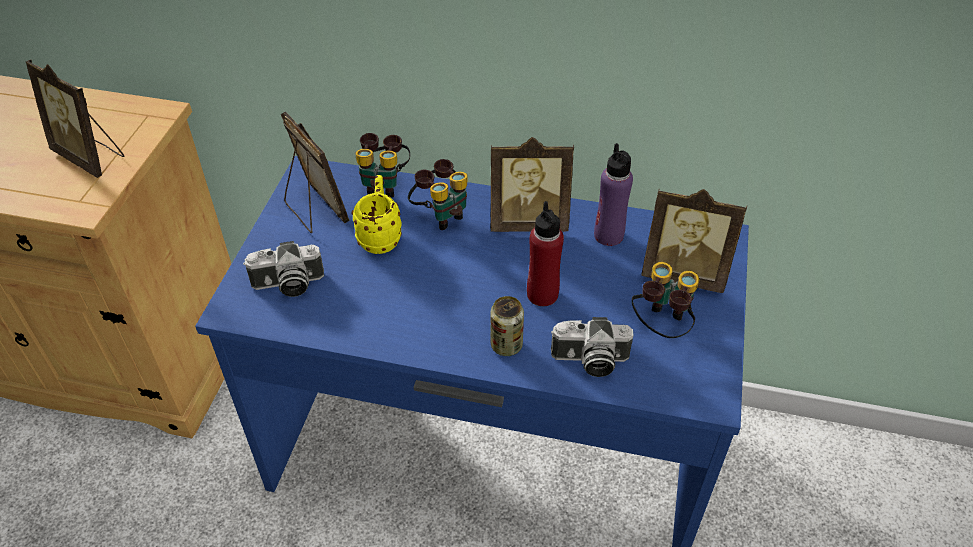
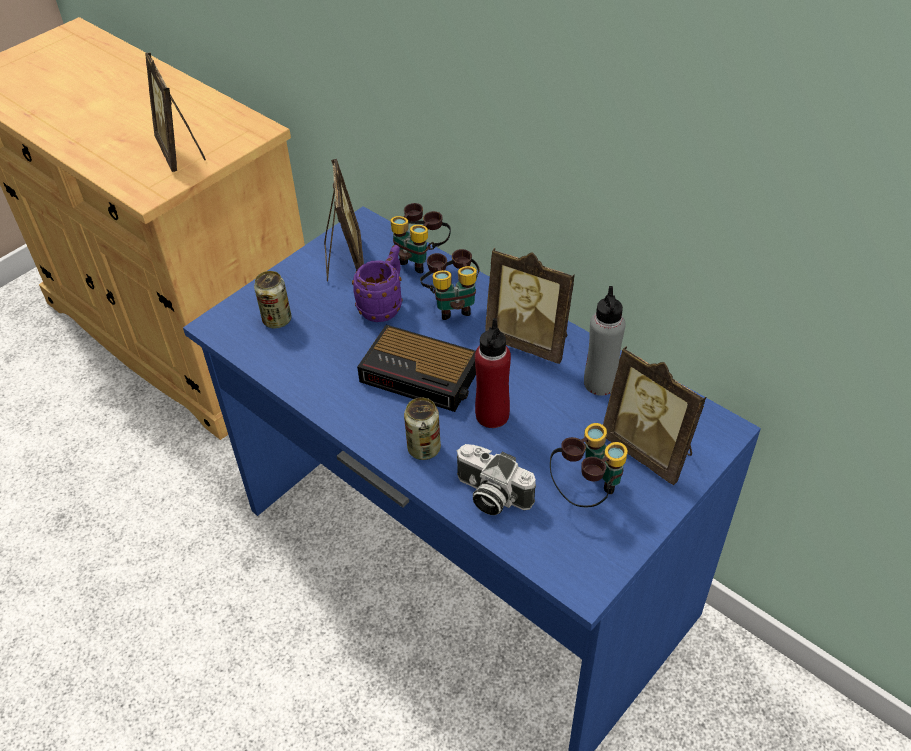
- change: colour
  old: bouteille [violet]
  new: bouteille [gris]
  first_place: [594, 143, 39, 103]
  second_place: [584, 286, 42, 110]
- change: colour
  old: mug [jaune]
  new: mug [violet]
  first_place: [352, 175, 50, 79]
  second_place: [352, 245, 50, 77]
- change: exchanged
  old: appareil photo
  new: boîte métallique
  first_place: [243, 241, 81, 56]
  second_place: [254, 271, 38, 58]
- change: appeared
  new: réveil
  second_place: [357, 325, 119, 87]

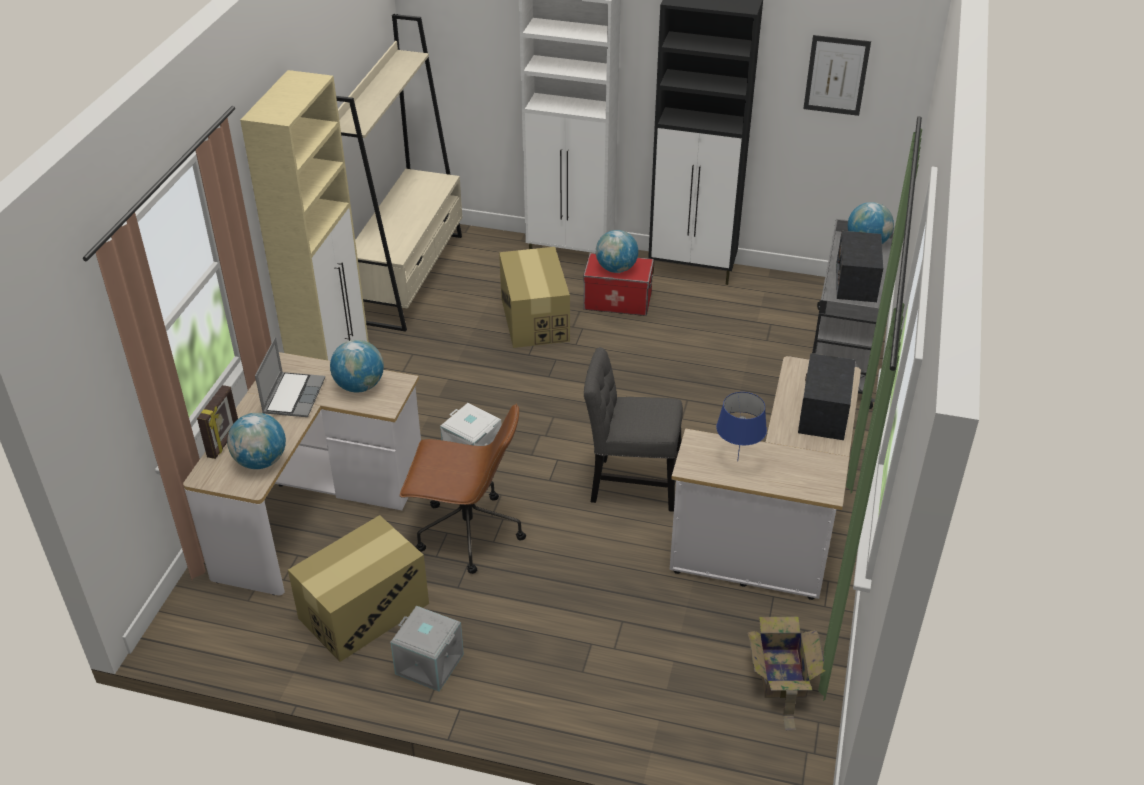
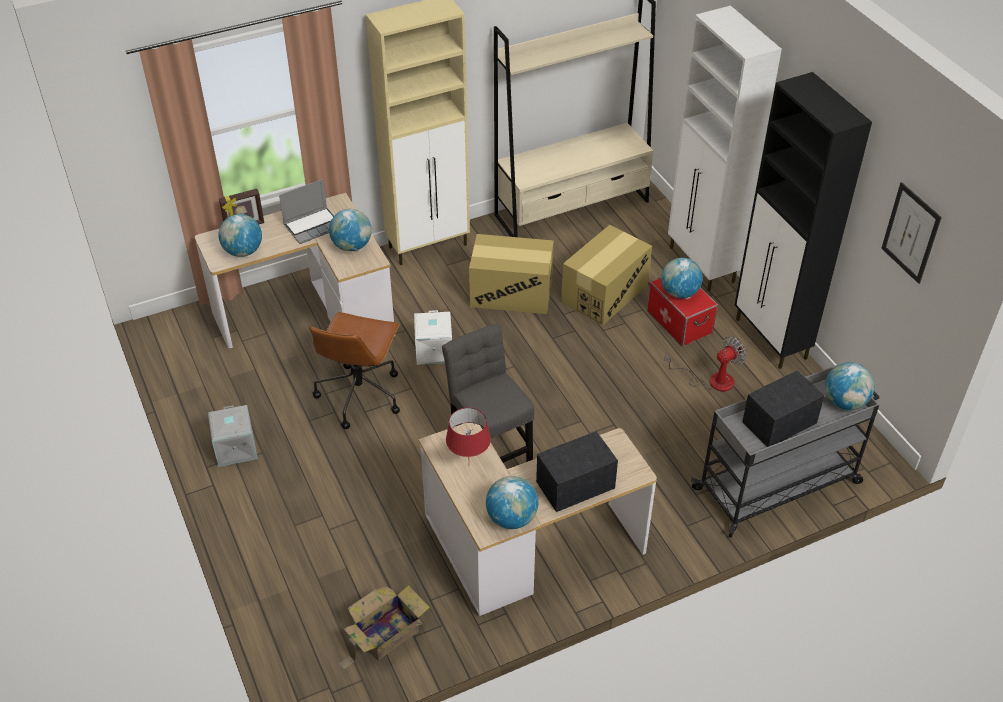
- change: colour
  old: lampe de table [bleu]
  new: lampe de table [rouge]
  first_place: [716, 392, 51, 70]
  second_place: [446, 407, 45, 50]
- change: spun
  old: chaise de bureau [marron]
  first_place: [399, 403, 127, 171]
  second_place: [309, 312, 91, 117]
  degrees: 45
- change: relocated
  old: carton
  first_place: [288, 515, 141, 147]
  second_place: [469, 234, 85, 80]
- change: appeared
  new: ventilateur
  second_place: [664, 336, 83, 56]
- change: appeared
  new: globe
  second_place: [486, 476, 52, 53]

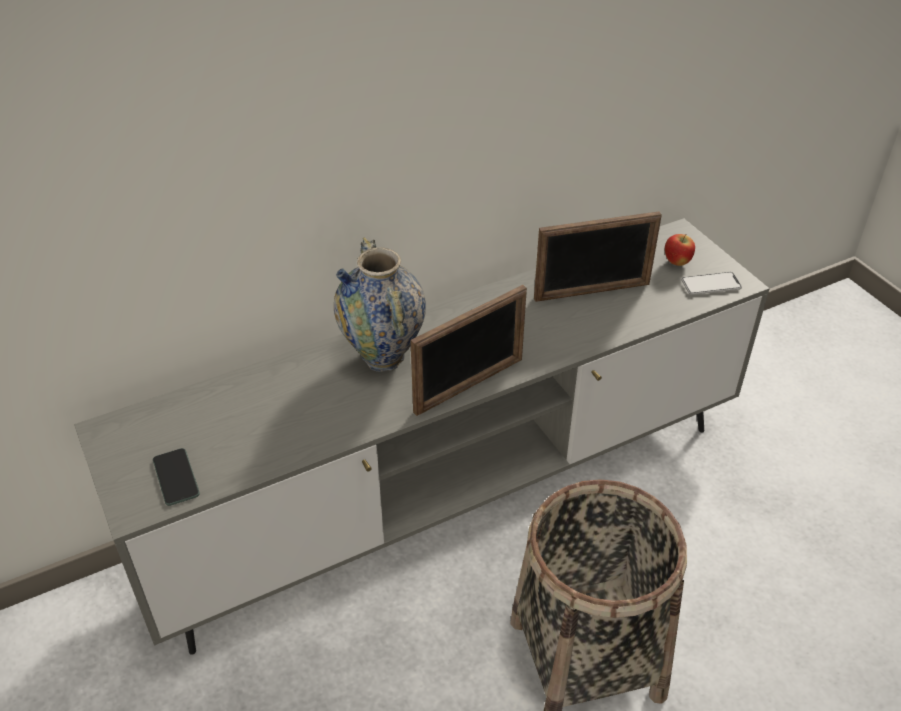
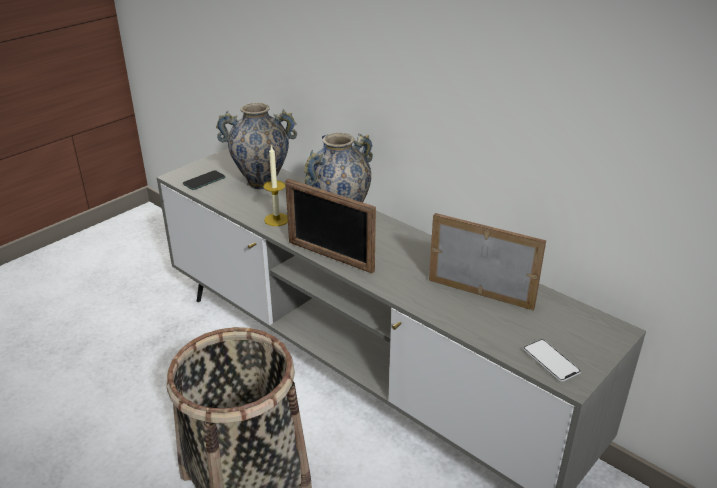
- change: spun
  old: cadre photo
  first_place: [534, 211, 128, 91]
  second_place: [429, 213, 117, 98]
  degrees: 150
- change: missing
  old: pomme
  first_place: [665, 234, 30, 32]
- change: appeared
  new: vase
  second_place: [216, 103, 81, 87]
- change: appeared
  new: bougie
  second_place: [263, 145, 25, 81]

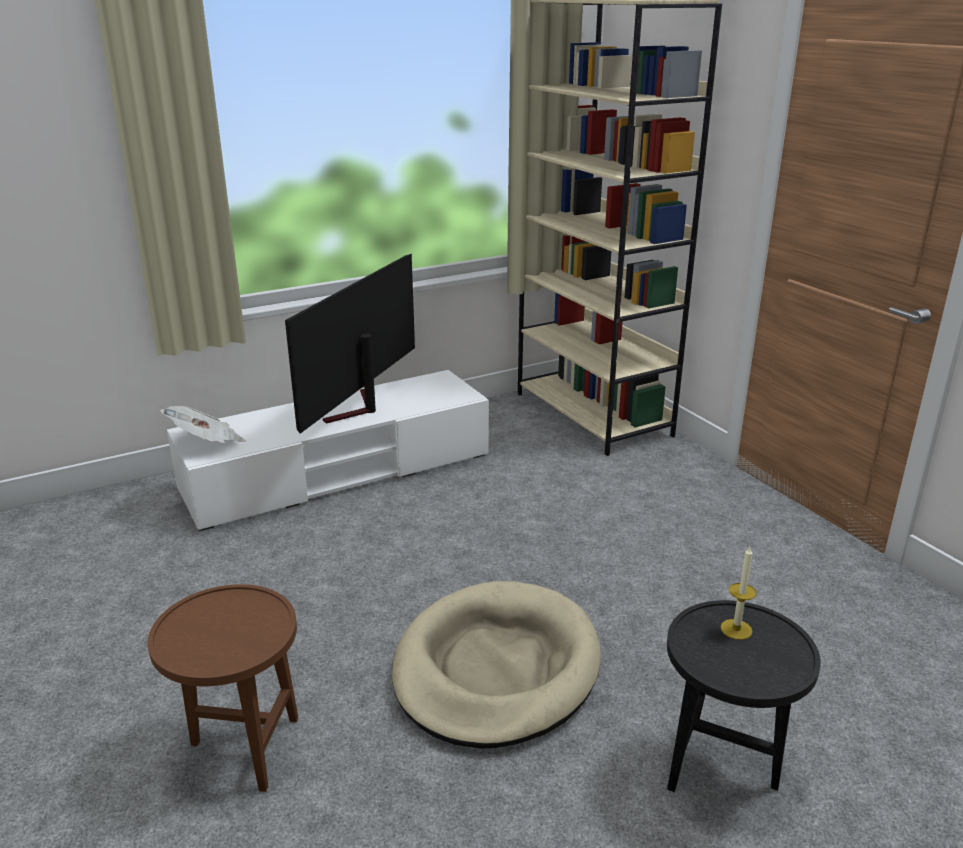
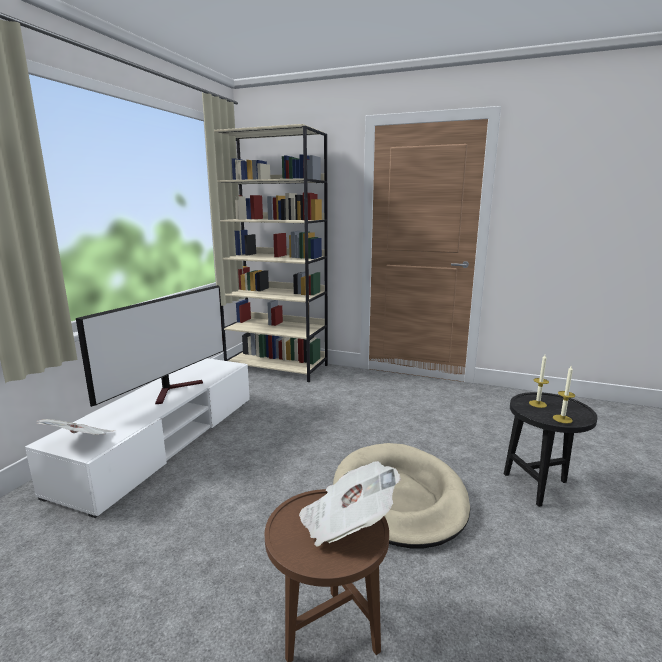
- change: spun
  old: téléviseur
  first_place: [285, 254, 130, 180]
  second_place: [76, 285, 148, 122]
  degrees: -135
- change: appeared
  new: bougie
  second_place: [553, 366, 22, 57]
- change: appeared
  new: journal
  second_place: [299, 461, 102, 86]

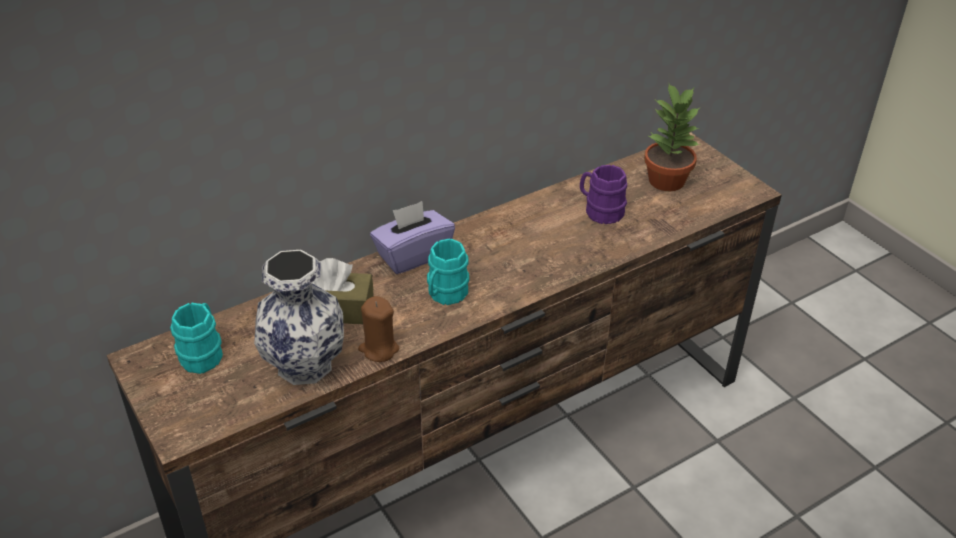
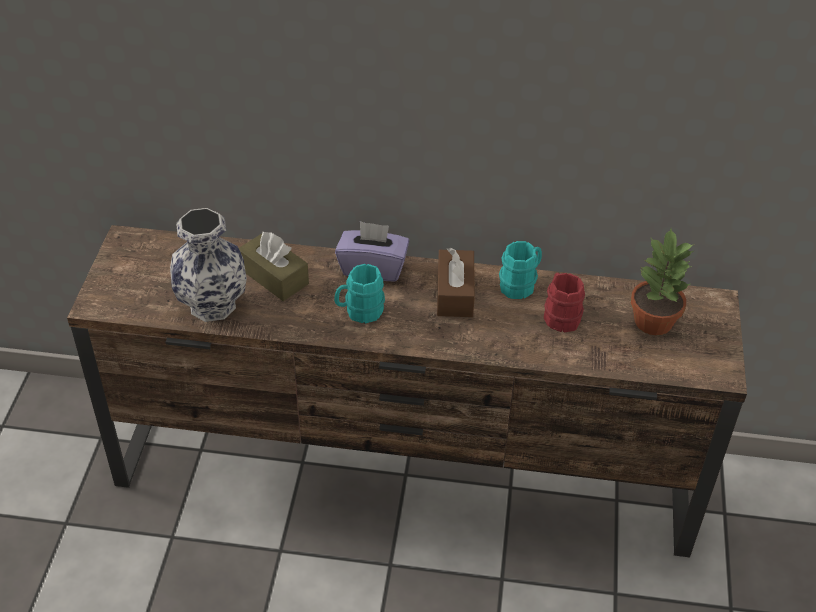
- change: colour
  old: mug [violet]
  new: mug [rouge]
  first_place: [580, 165, 47, 59]
  second_place: [544, 273, 41, 60]
- change: missing
  old: bougie [marron]
  first_place: [358, 296, 42, 66]
- change: relocated
  old: mug [turquoise]
  first_place: [170, 303, 53, 71]
  second_place: [499, 241, 43, 58]
- change: appeared
  new: boîte à mouchoirs [marron]
  second_place: [437, 248, 38, 69]

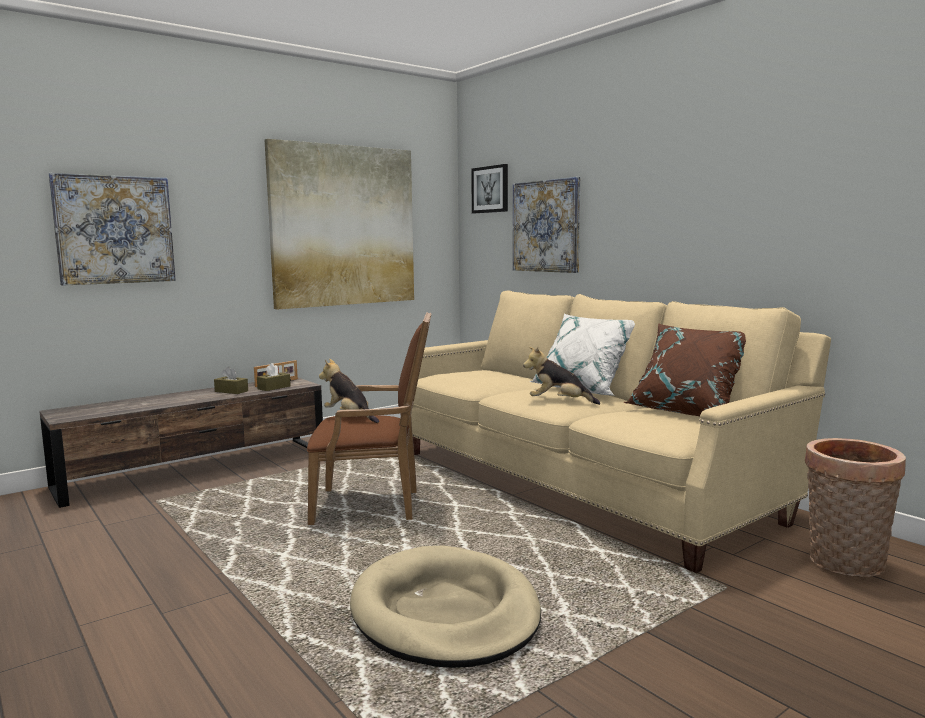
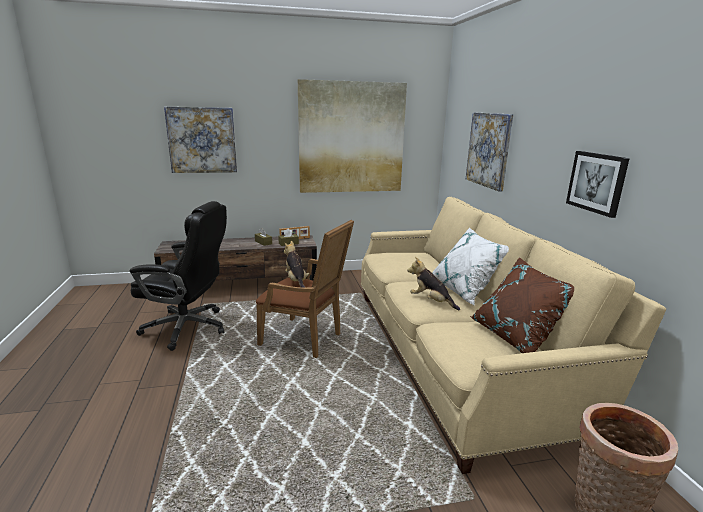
- change: relocated
  old: tableau
  first_place: [471, 164, 37, 49]
  second_place: [566, 151, 64, 67]
- change: missing
  old: panier pour chien [beige]
  first_place: [350, 545, 191, 123]
- change: appeared
  new: chaise de bureau [noir]
  second_place: [130, 201, 97, 150]

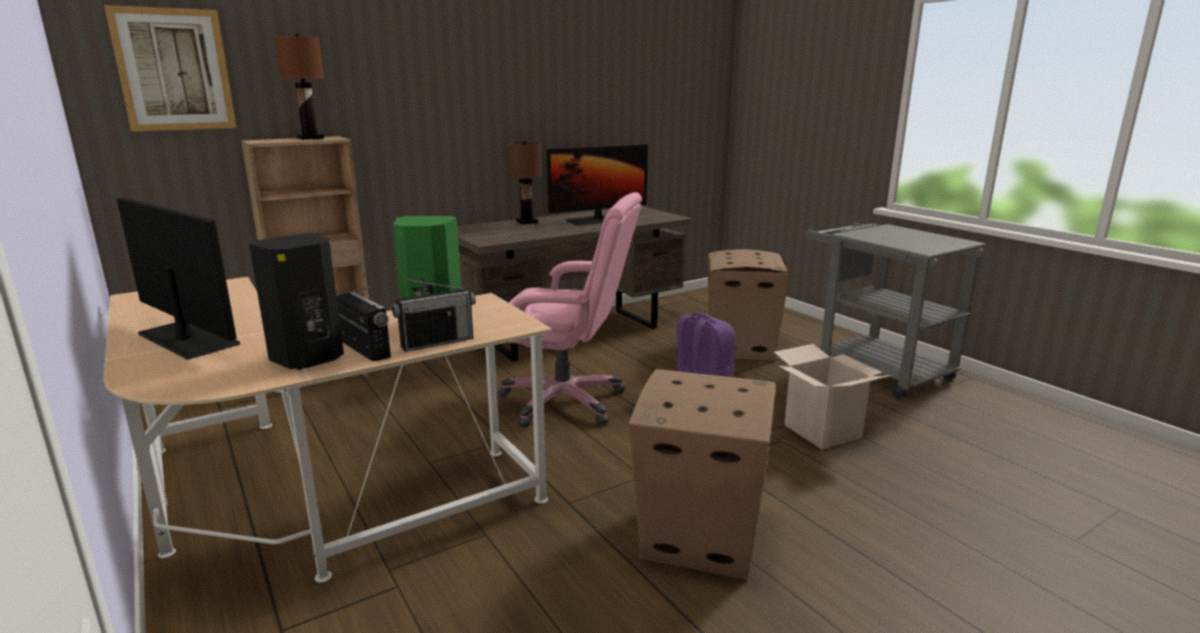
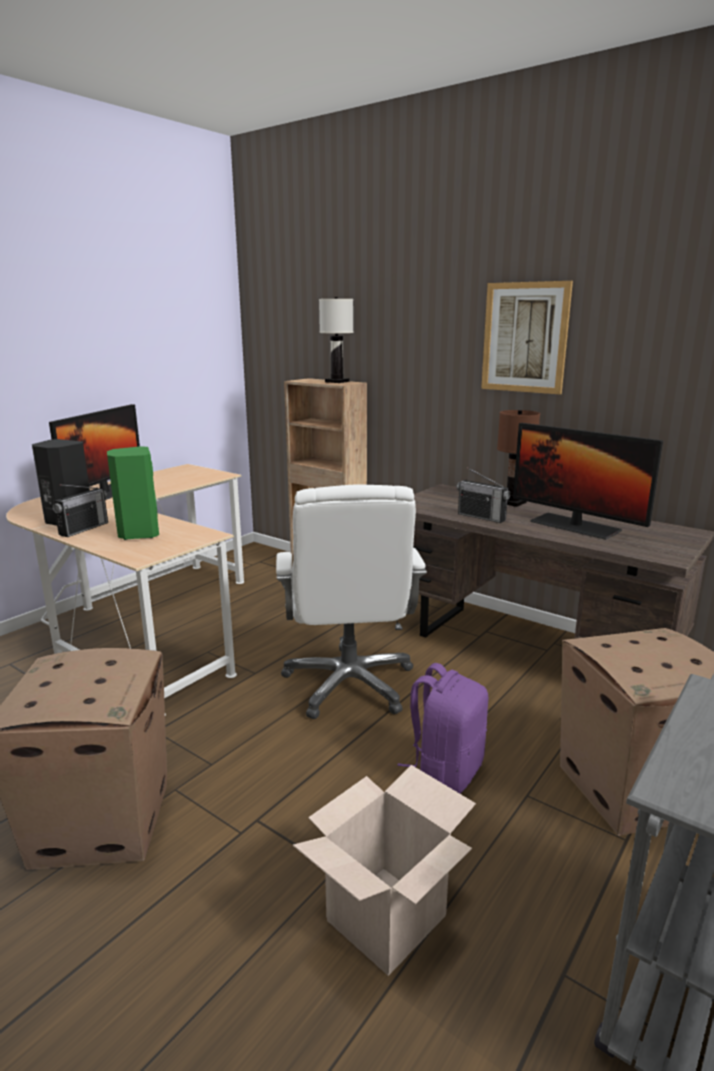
- change: relocated
  old: tableau
  first_place: [104, 5, 133, 127]
  second_place: [481, 281, 92, 113]
- change: colour
  old: lampe de table [marron]
  new: lampe de table [blanc]
  first_place: [274, 35, 50, 105]
  second_place: [319, 297, 34, 86]
- change: colour
  old: chaise de bureau [rose]
  new: chaise de bureau [blanc]
  first_place: [499, 192, 143, 235]
  second_place: [276, 484, 151, 235]
- change: relocated
  old: radio
  first_place: [392, 279, 84, 73]
  second_place: [456, 468, 54, 55]

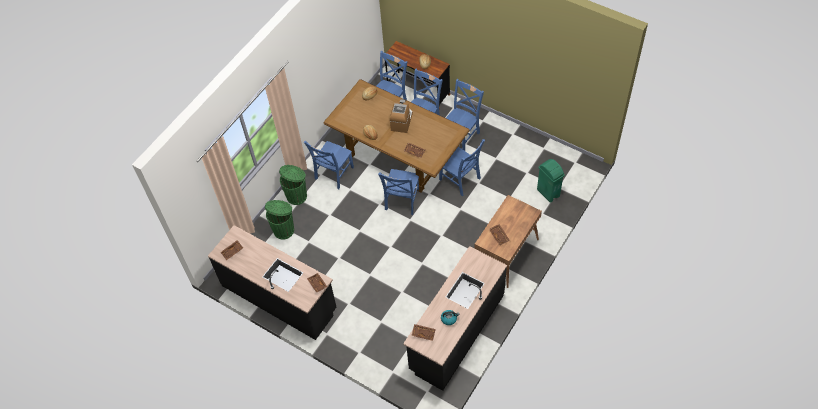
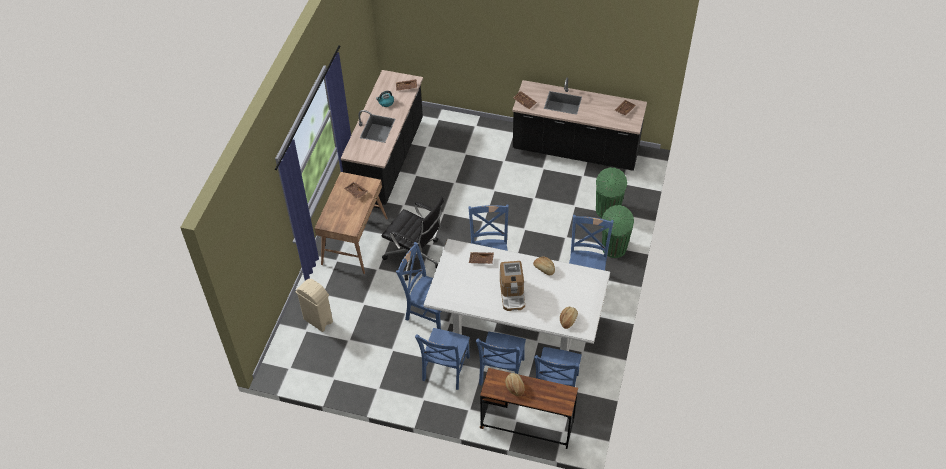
- change: colour
  old: table à manger [marron]
  new: table à manger [blanc]
  first_place: [324, 79, 146, 114]
  second_place: [423, 239, 187, 112]
- change: colour
  old: poubelle [vert]
  new: poubelle [beige]
  first_place: [537, 159, 28, 44]
  second_place: [296, 279, 37, 53]
- change: appeared
  new: chaise de bureau [noir]
  second_place: [382, 197, 62, 84]

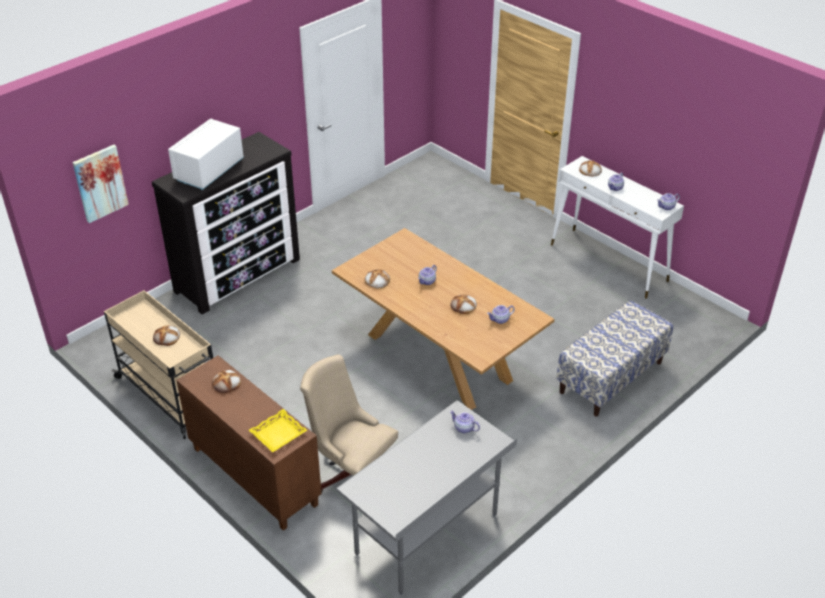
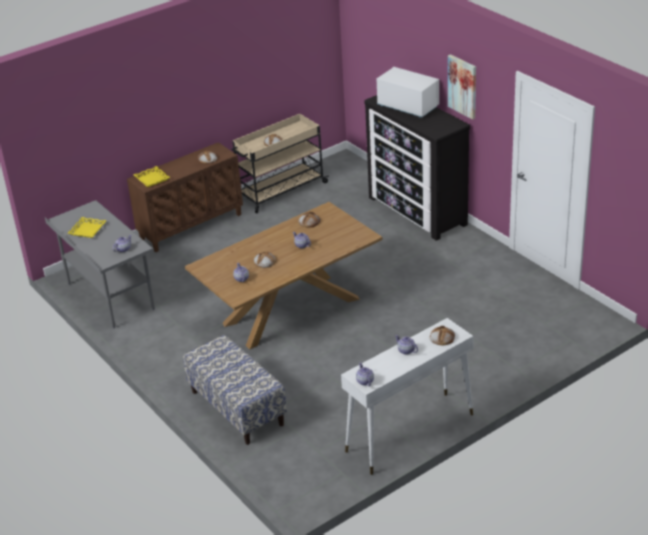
- change: relocated
  old: tableau
  first_place: [72, 145, 57, 78]
  second_place: [448, 54, 28, 66]
- change: missing
  old: chaise de bureau [beige]
  first_place: [300, 355, 98, 137]
- change: appeared
  new: plateau [jaune]
  second_place: [68, 217, 39, 21]

